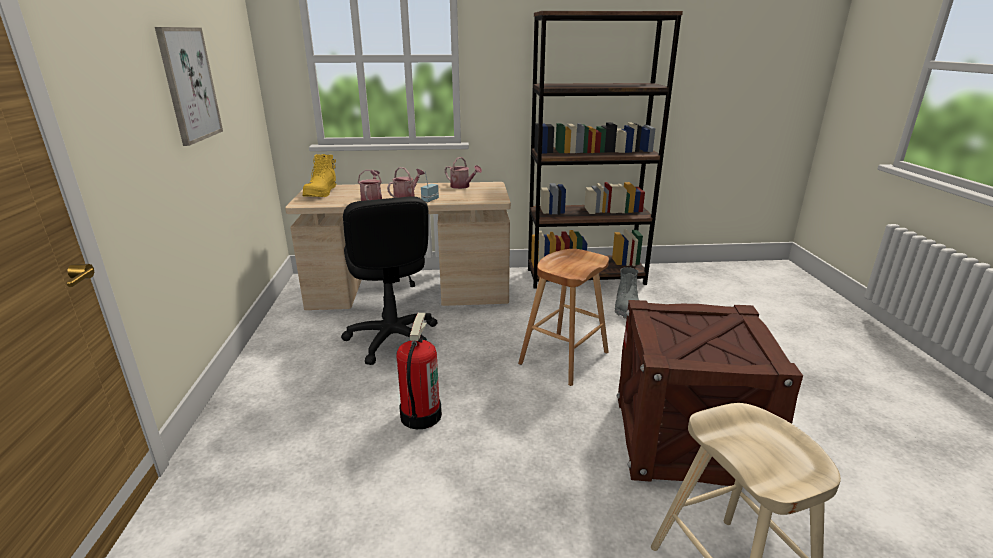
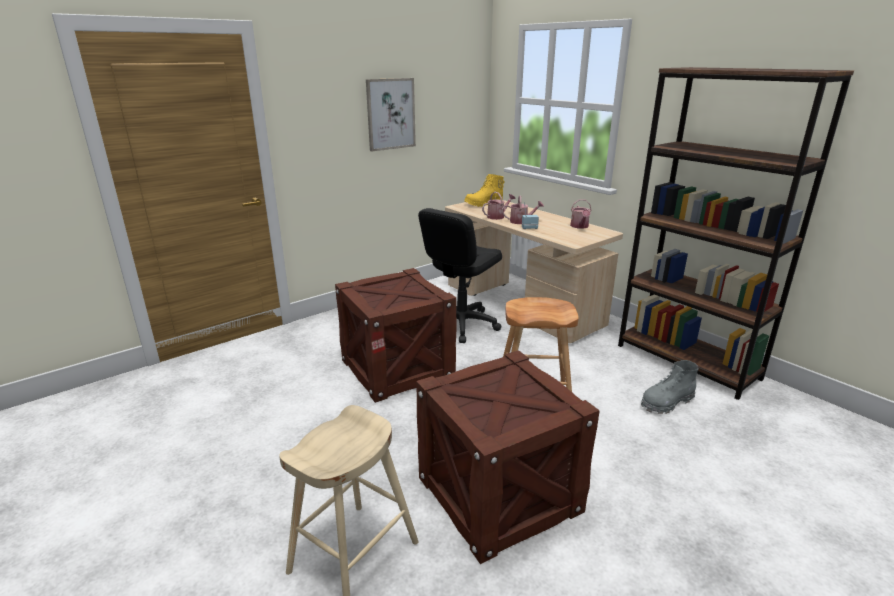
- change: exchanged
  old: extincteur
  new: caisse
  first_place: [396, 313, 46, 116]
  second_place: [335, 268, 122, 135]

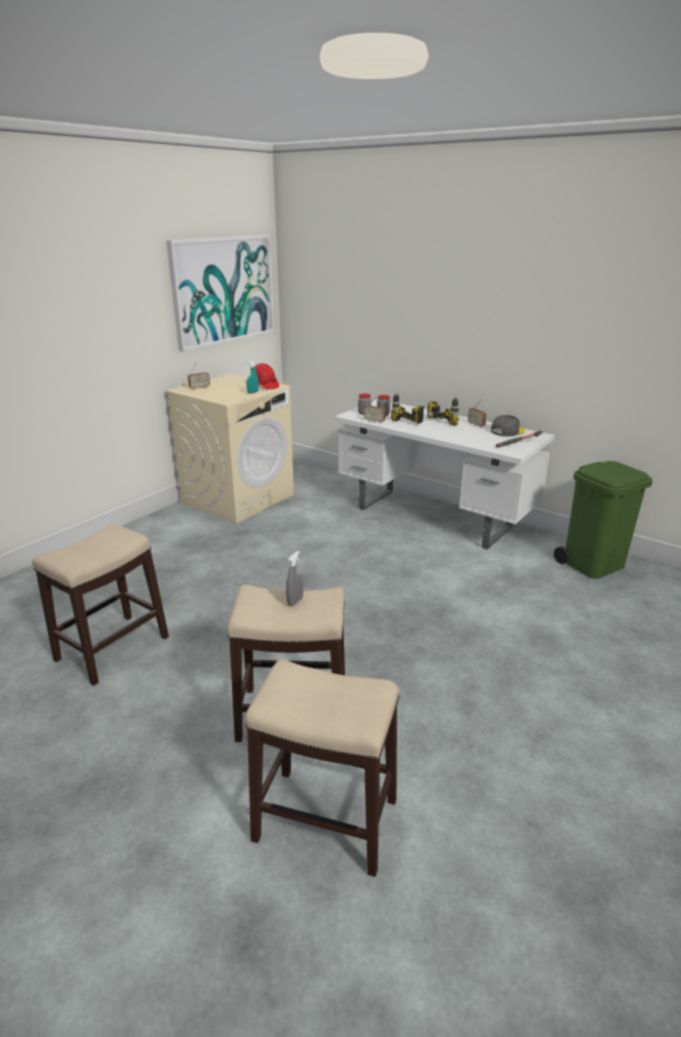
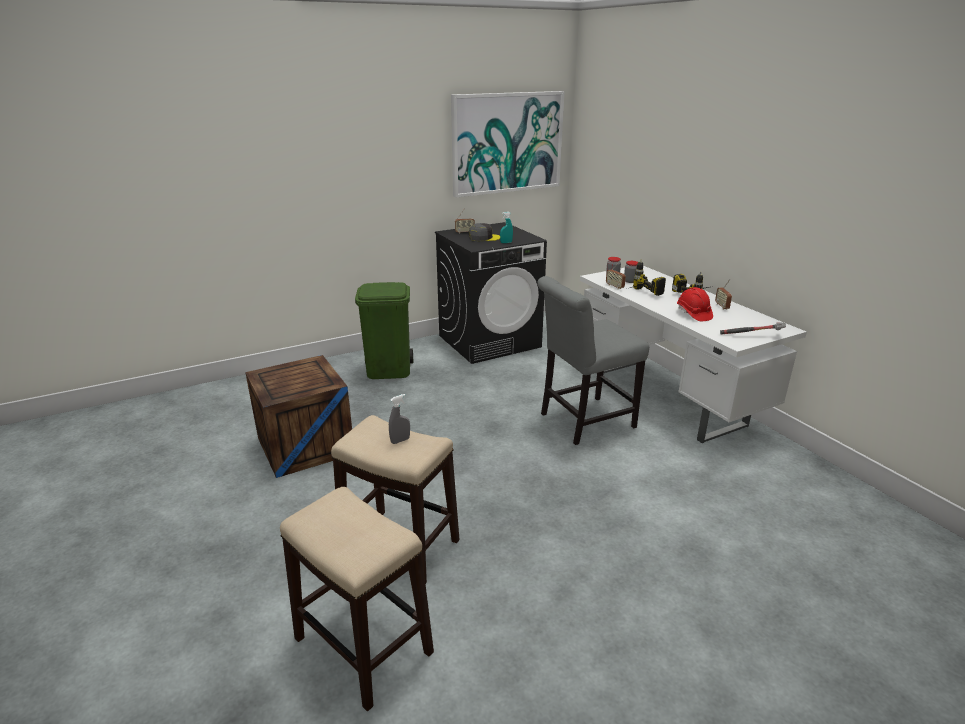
- change: relocated
  old: casque de chantier [rouge]
  first_place: [250, 363, 29, 27]
  second_place: [677, 287, 36, 34]
- change: colour
  old: lave-linge [beige]
  new: lave-linge [noir]
  first_place: [166, 374, 128, 150]
  second_place: [435, 222, 112, 142]
- change: relocated
  old: casquette [gris]
  first_place: [491, 415, 34, 22]
  second_place: [469, 223, 31, 18]
- change: relocated
  old: poubelle [vert]
  first_place: [554, 461, 99, 118]
  second_place: [355, 282, 58, 97]
- change: exchanged
  old: tabouret
  new: caisse
  first_place: [32, 524, 137, 162]
  second_place: [245, 355, 107, 123]
- change: appeared
  new: chaise [gris]
  second_place: [538, 276, 111, 169]

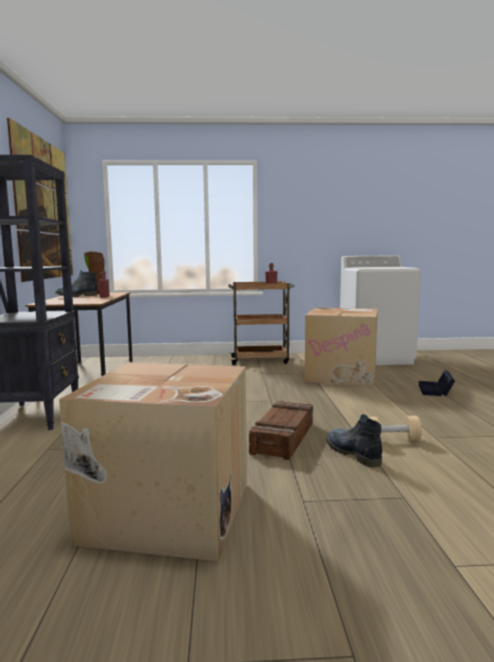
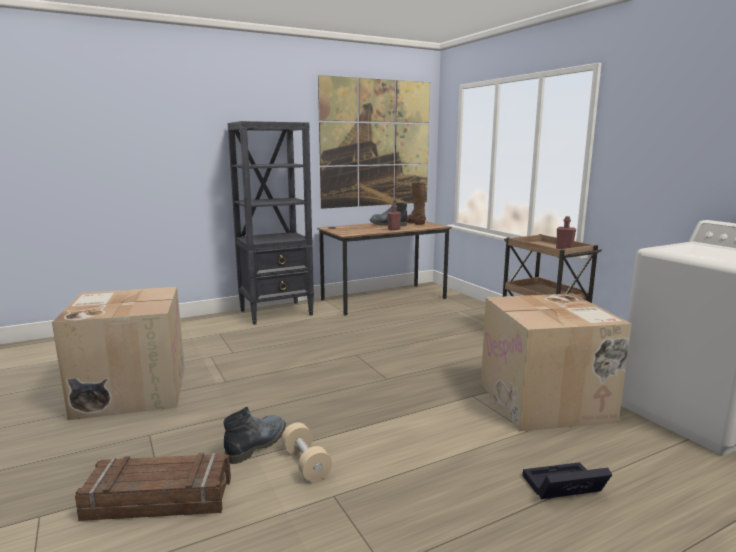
- change: relocated
  old: caisse
  first_place: [249, 401, 64, 59]
  second_place: [75, 453, 156, 68]

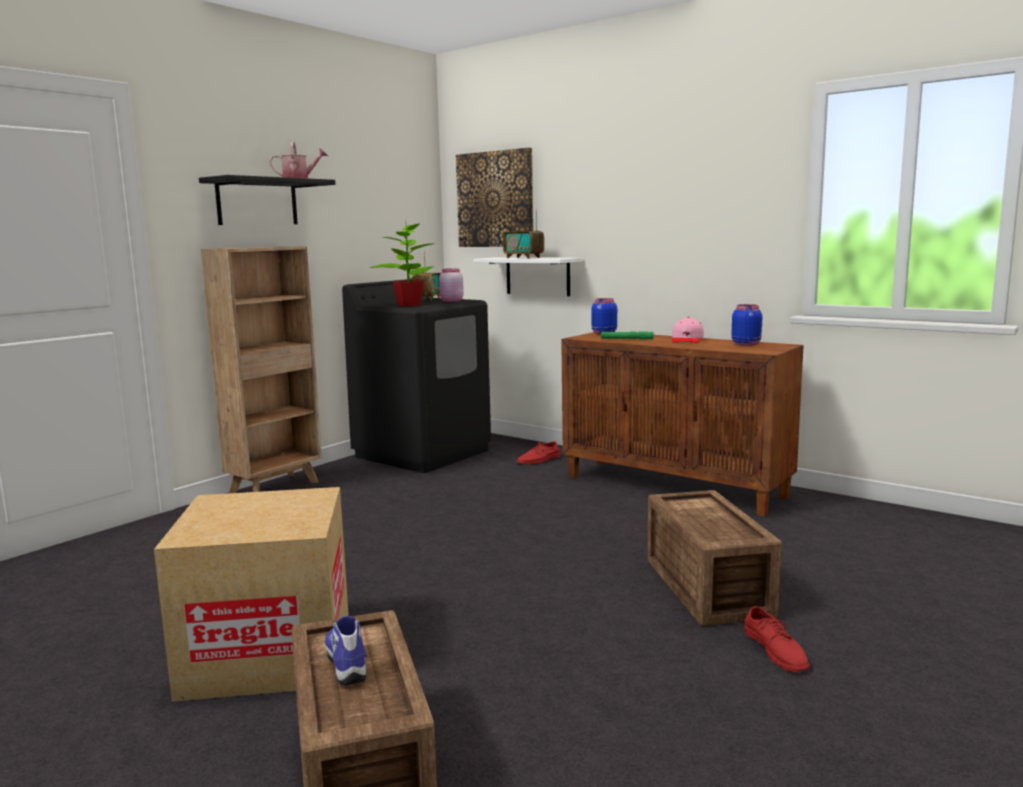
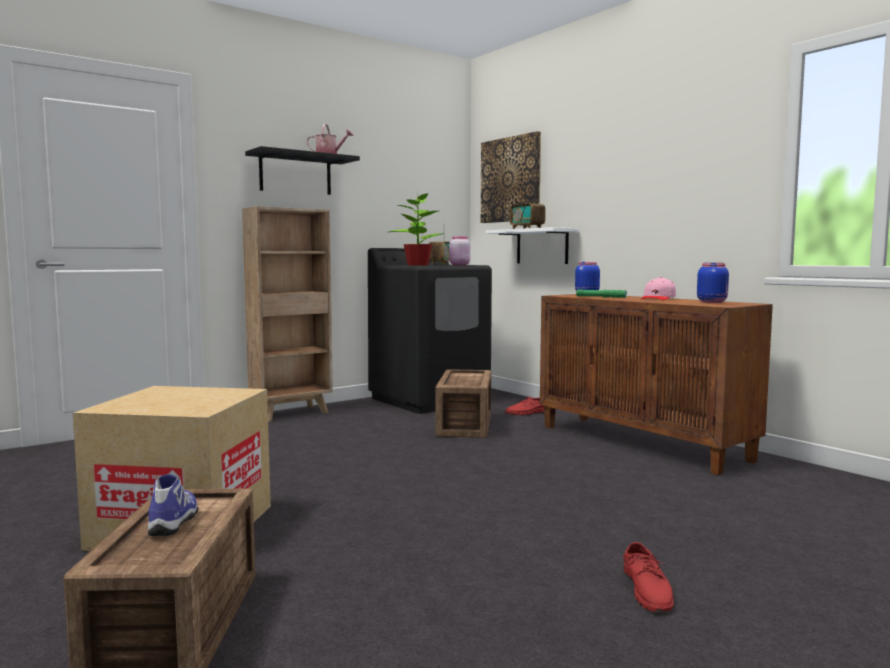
- change: relocated
  old: caisse
  first_place: [647, 490, 135, 136]
  second_place: [436, 369, 55, 69]

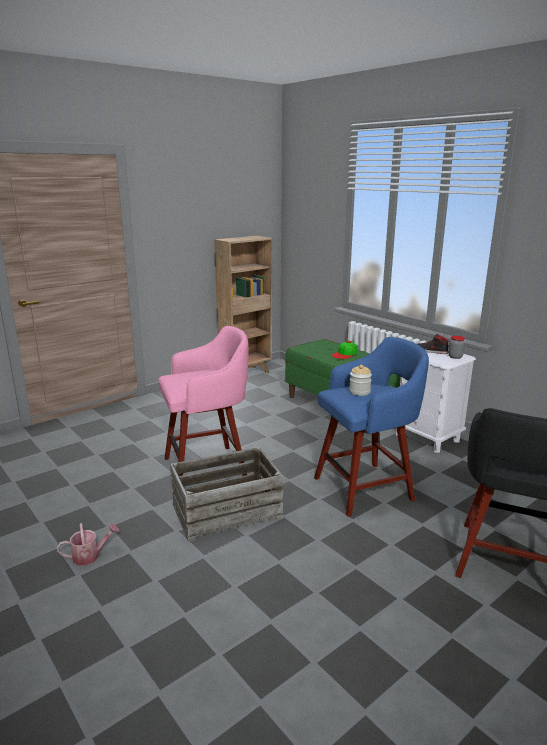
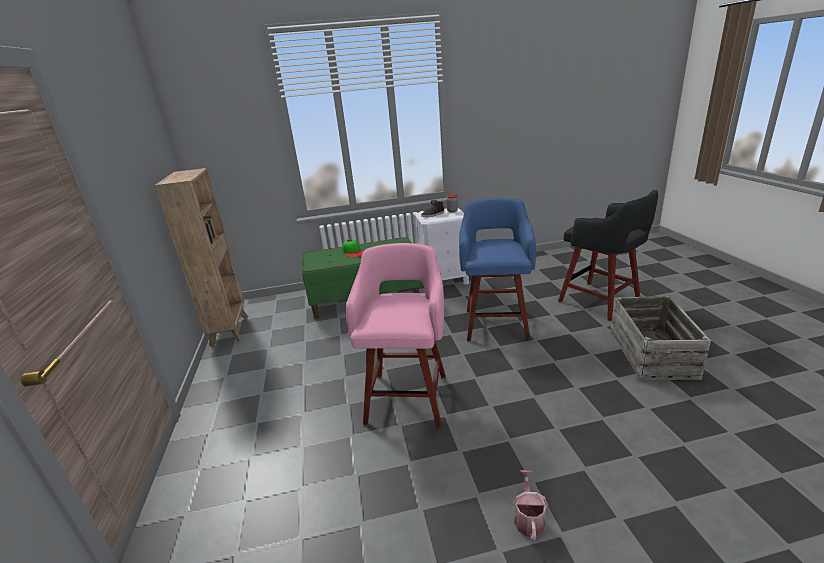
- change: missing
  old: bocal
  first_place: [349, 365, 23, 31]
- change: relocated
  old: caisse
  first_place: [170, 447, 113, 95]
  second_place: [609, 296, 102, 84]

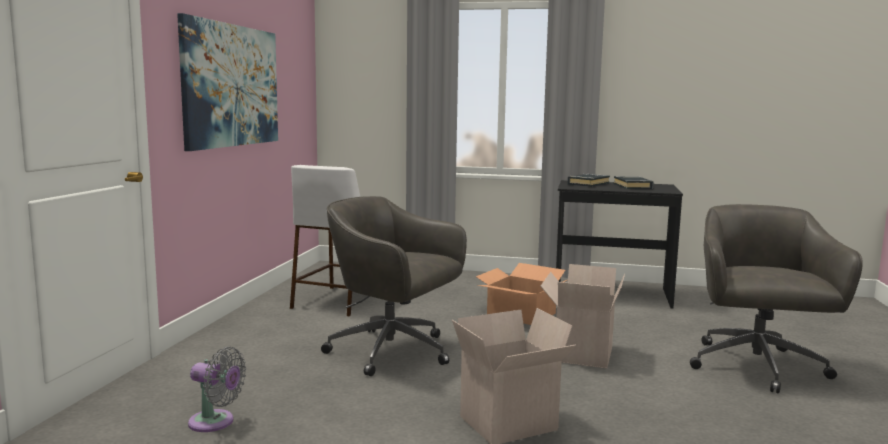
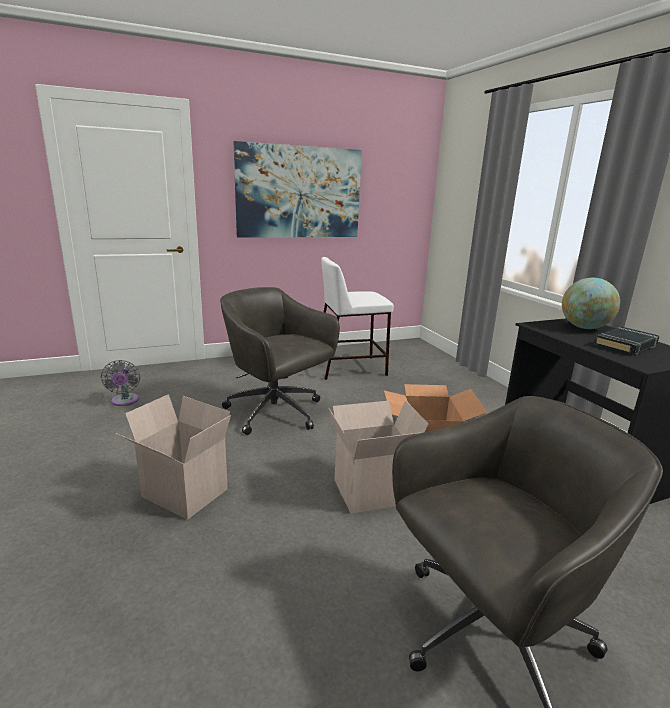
- change: exchanged
  old: livre [noir]
  new: globe
  first_place: [567, 174, 43, 13]
  second_place: [562, 278, 58, 51]
- change: spun
  old: chaise de bureau [gris]
  first_place: [321, 196, 146, 180]
  second_place: [220, 287, 120, 148]
  degrees: -45

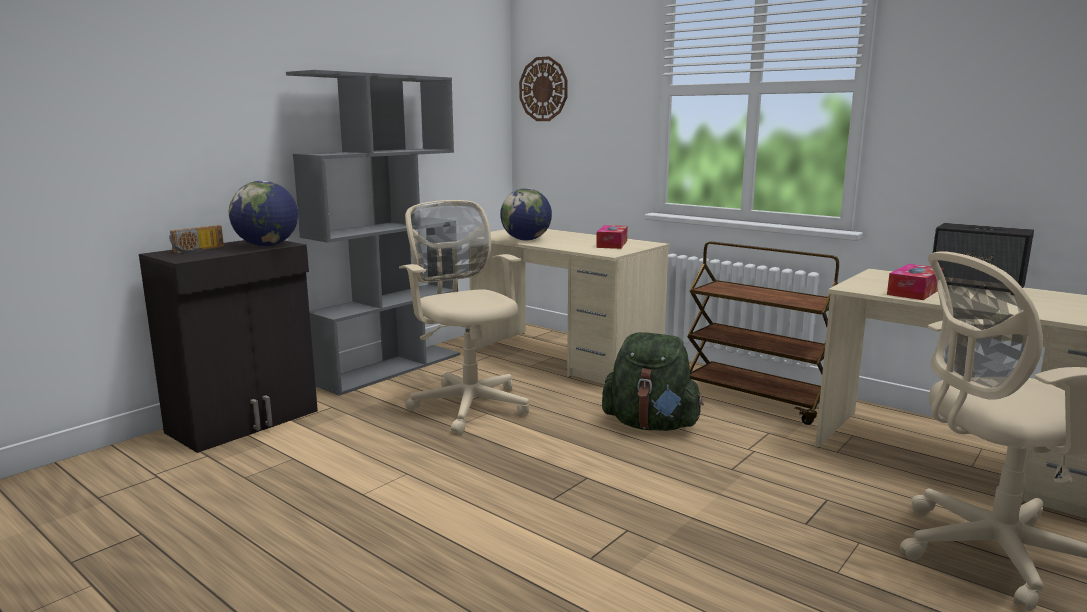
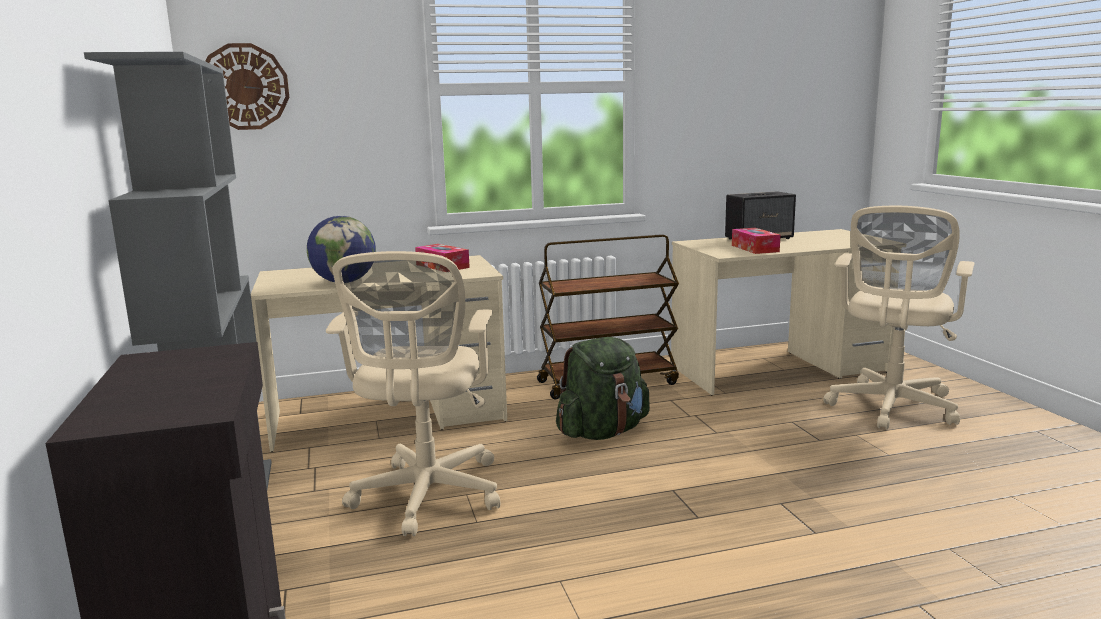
- change: missing
  old: globe
  first_place: [229, 181, 69, 65]
- change: spun
  old: chaise de bureau [beige]
  first_place: [399, 200, 130, 235]
  second_place: [326, 251, 174, 285]
  degrees: -90
- change: missing
  old: radio
  first_place: [169, 225, 55, 28]

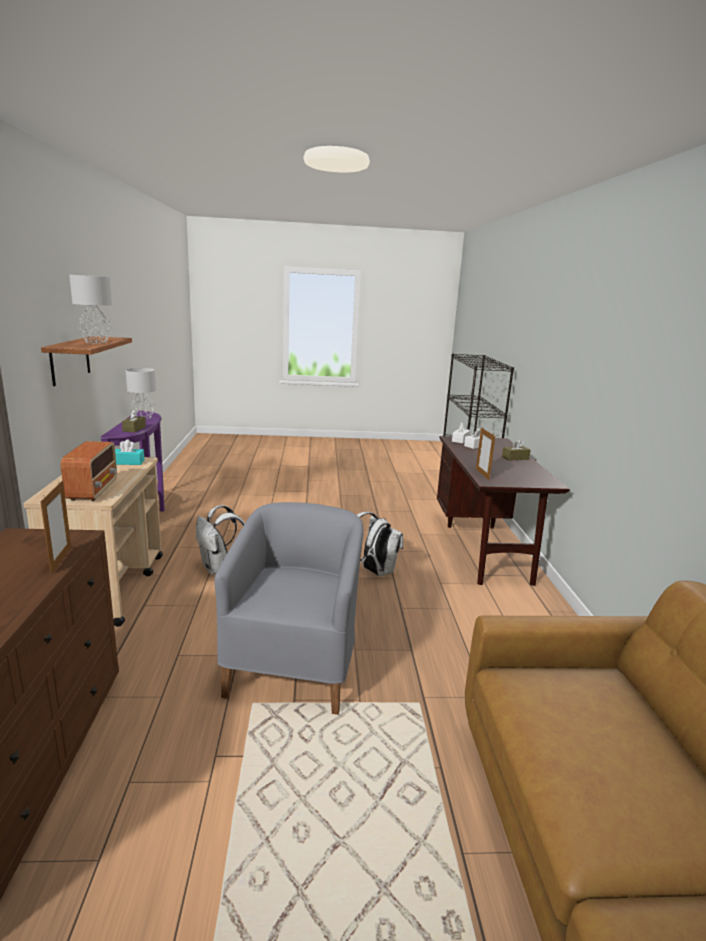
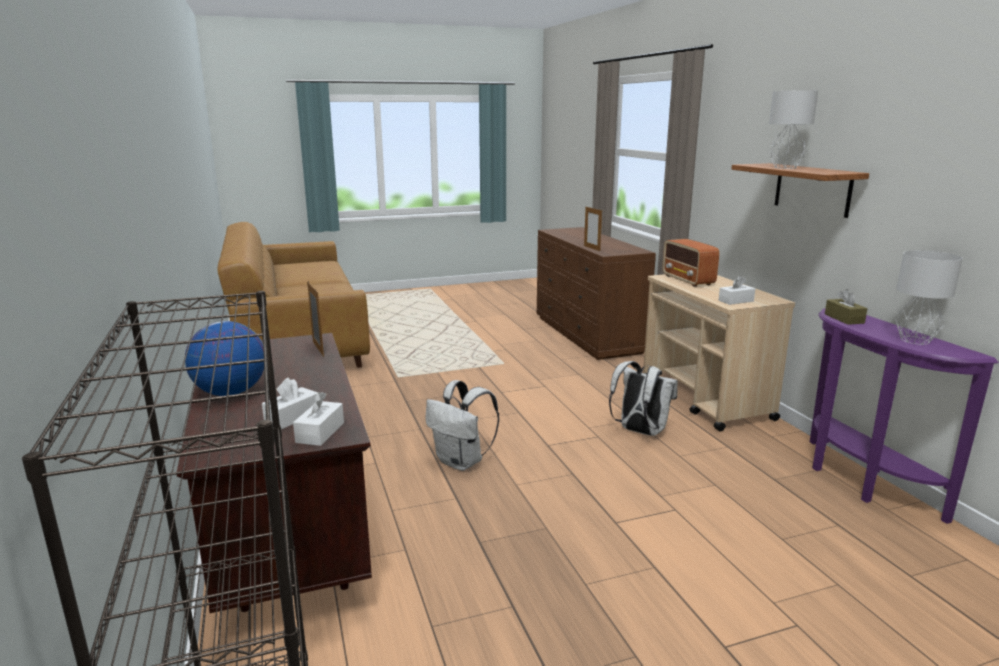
- change: exchanged
  old: boîte à mouchoirs [marron]
  new: globe
  first_place: [502, 439, 28, 22]
  second_place: [185, 321, 79, 75]
- change: colour
  old: boîte à mouchoirs [turquoise]
  new: boîte à mouchoirs [blanc]
  first_place: [115, 440, 30, 25]
  second_place: [718, 276, 37, 29]
- change: missing
  old: fauteuil [gris]
  first_place: [214, 502, 150, 213]

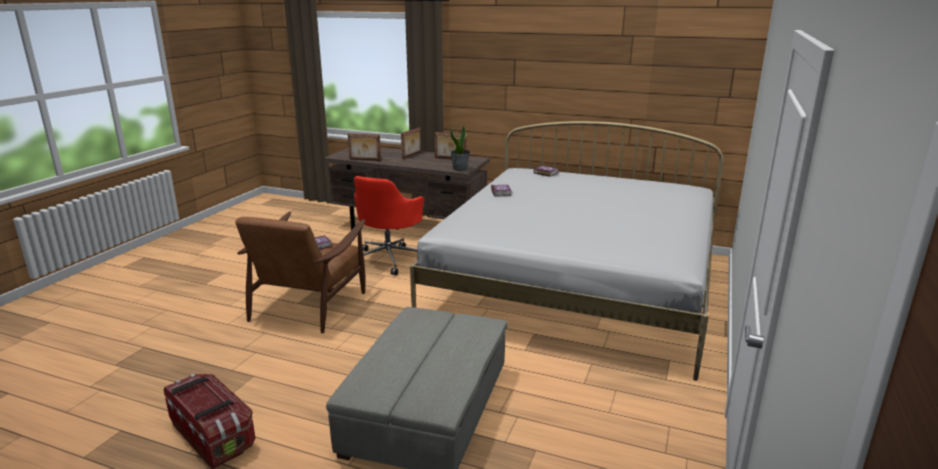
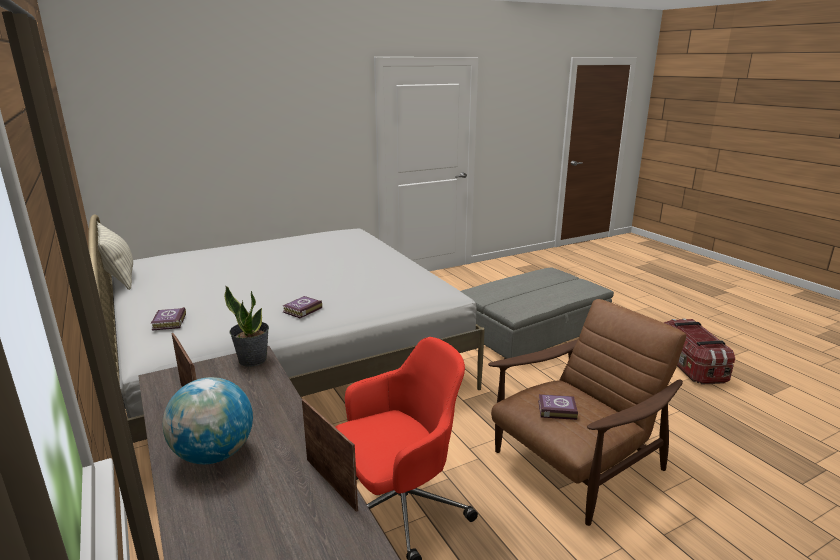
- change: exchanged
  old: cadre photo
  new: globe
  first_place: [401, 127, 20, 32]
  second_place: [163, 377, 90, 87]
- change: appeared
  new: coussin
  second_place: [97, 221, 36, 69]

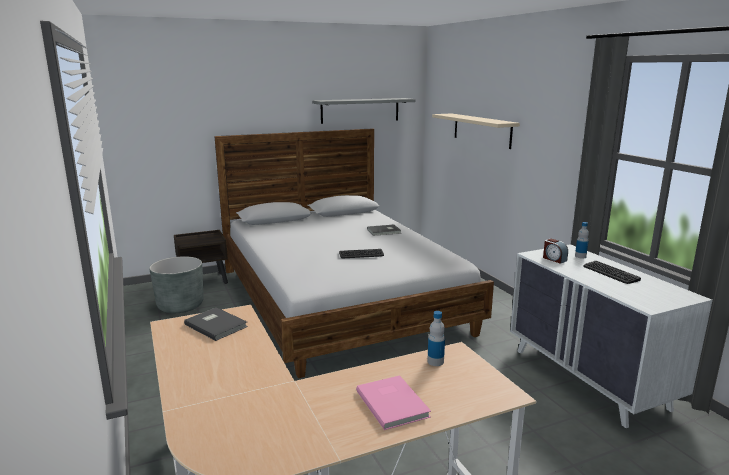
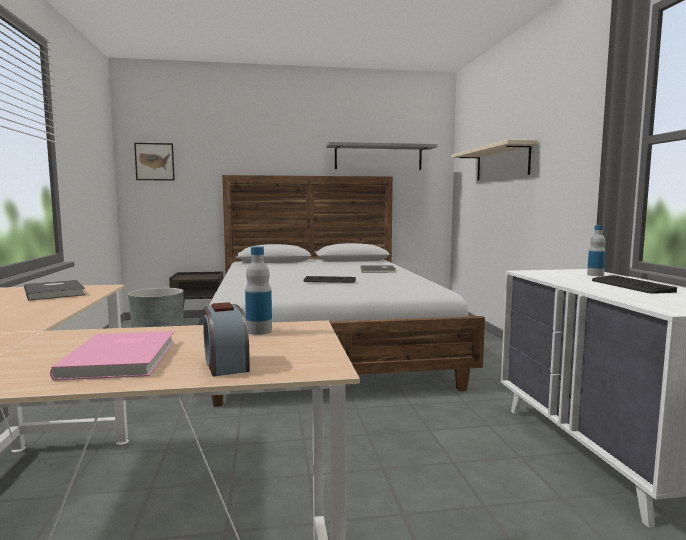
- change: relocated
  old: réveil
  first_place: [543, 239, 25, 25]
  second_place: [203, 302, 47, 75]
- change: appeared
  new: tableau
  second_place: [134, 143, 41, 38]

